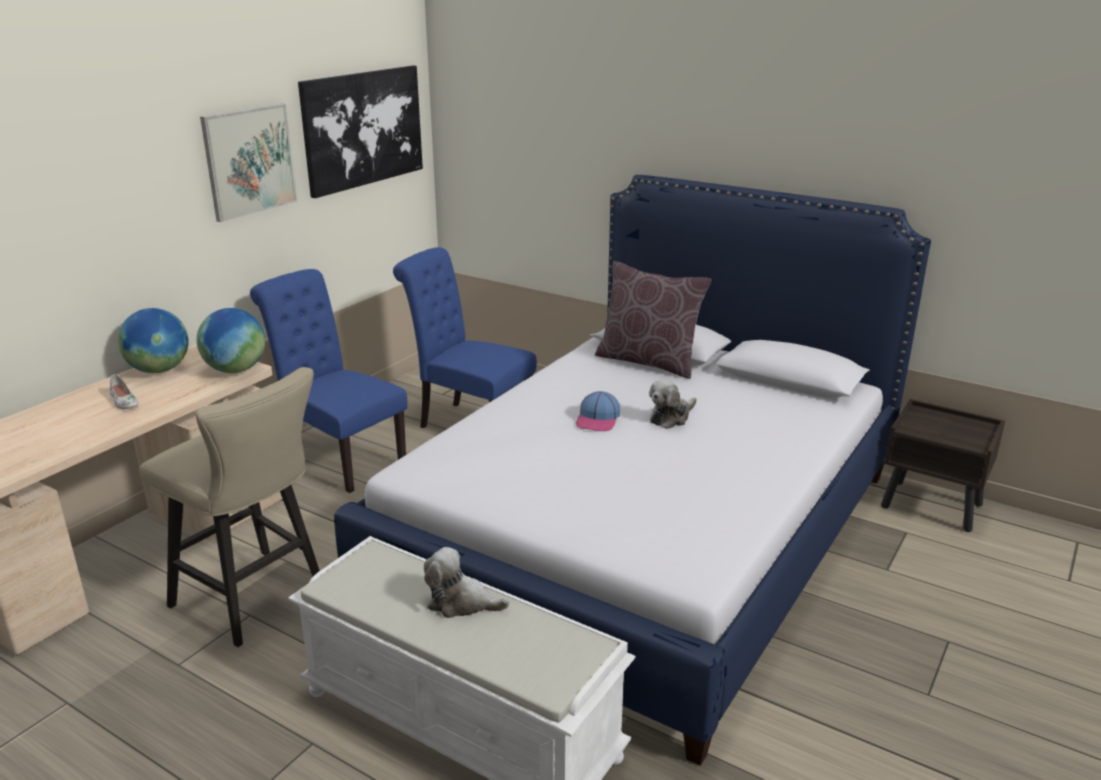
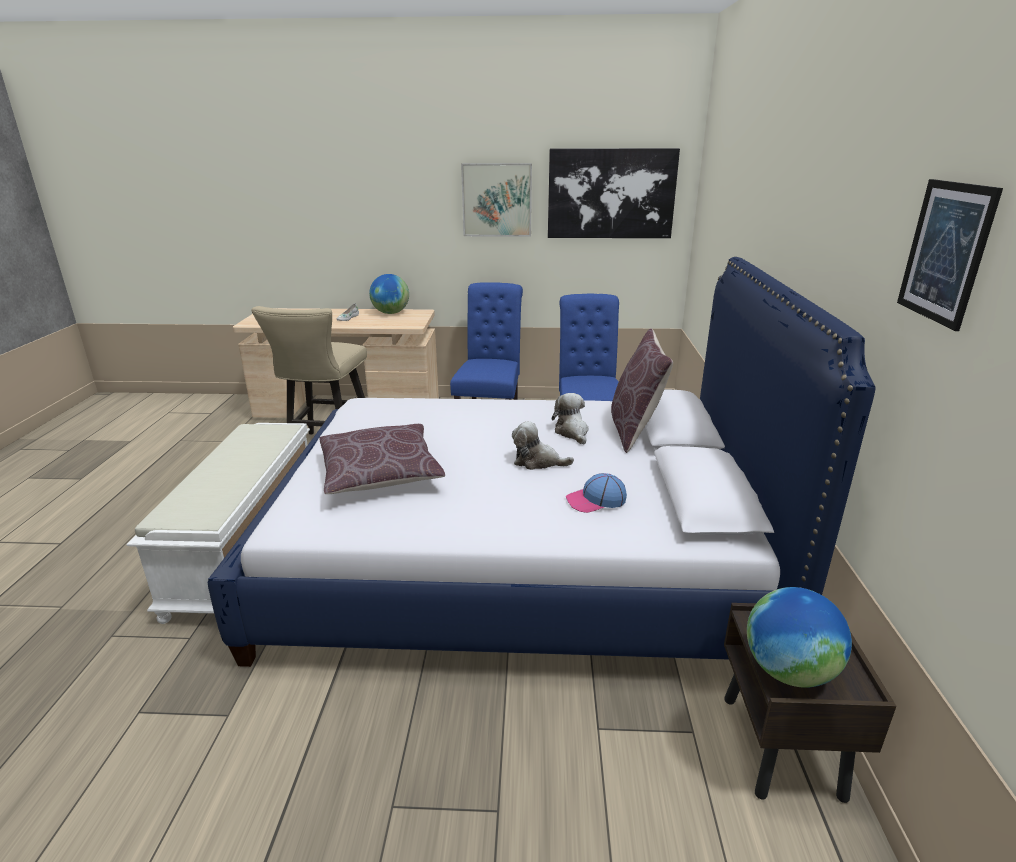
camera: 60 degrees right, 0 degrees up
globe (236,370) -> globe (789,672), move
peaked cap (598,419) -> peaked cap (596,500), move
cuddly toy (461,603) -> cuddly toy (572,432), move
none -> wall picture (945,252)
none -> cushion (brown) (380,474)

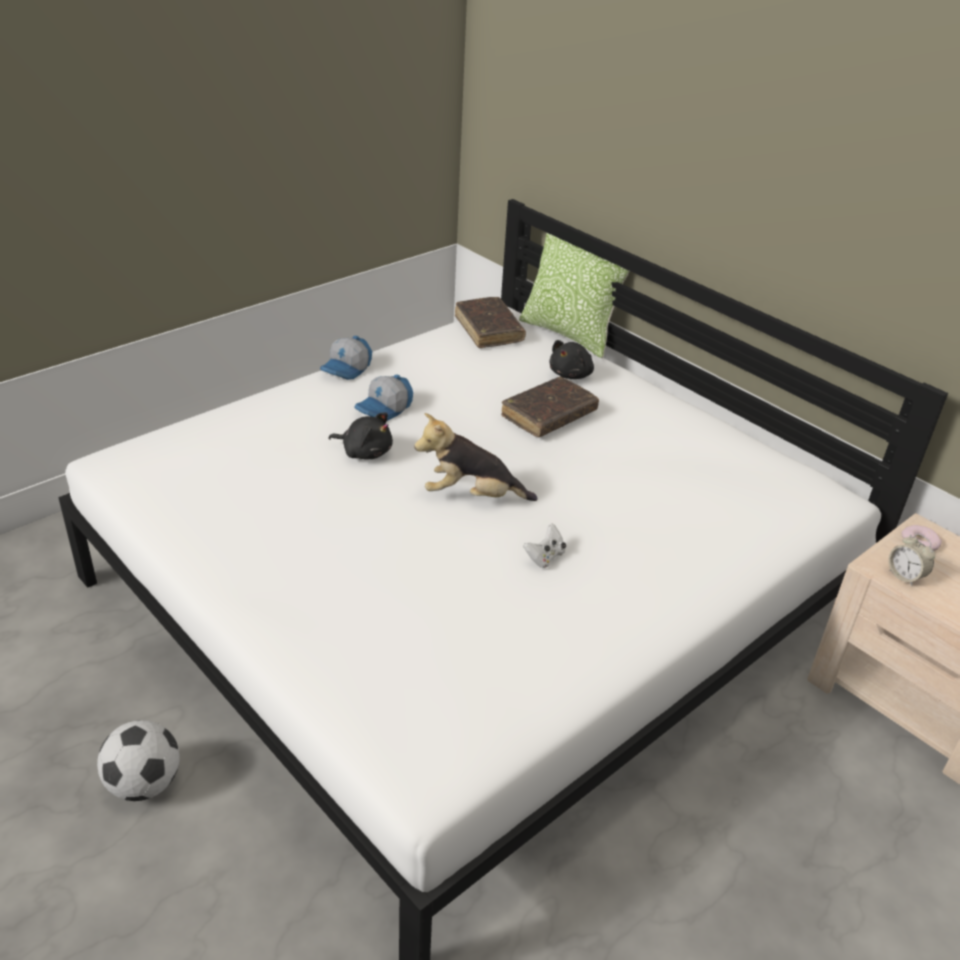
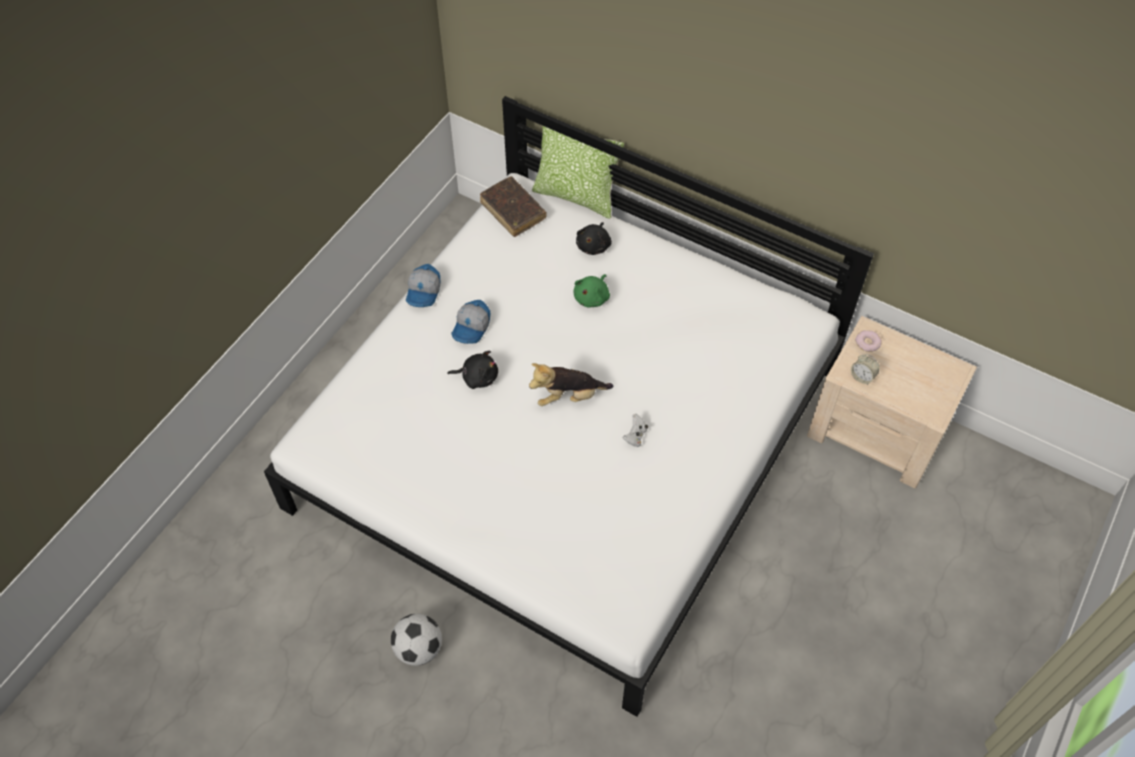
camera: 15 degrees left, 20 degrees up
bound book (brown) (549,415) -> cuddly toy (greenish) (592,297)

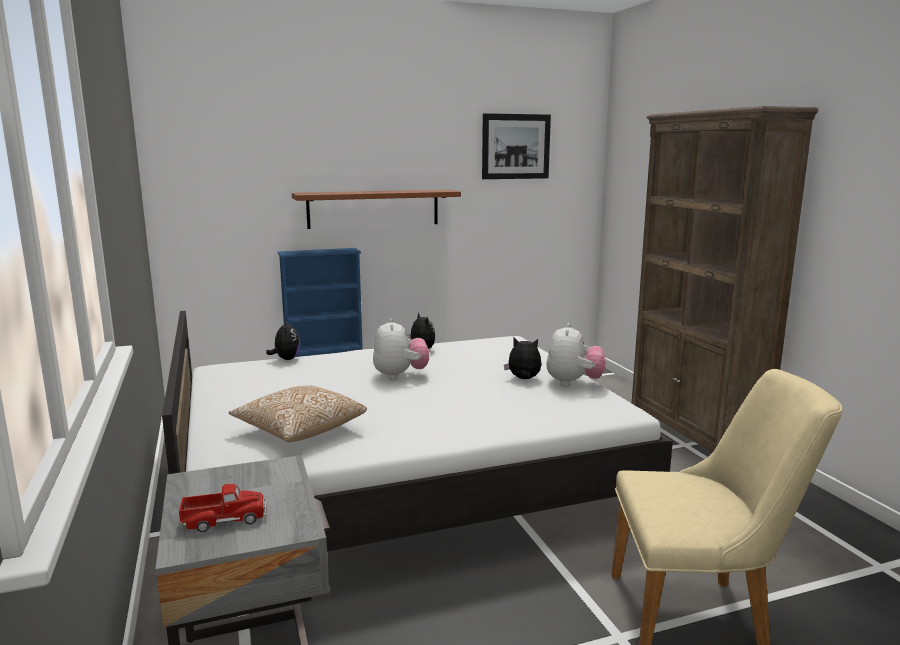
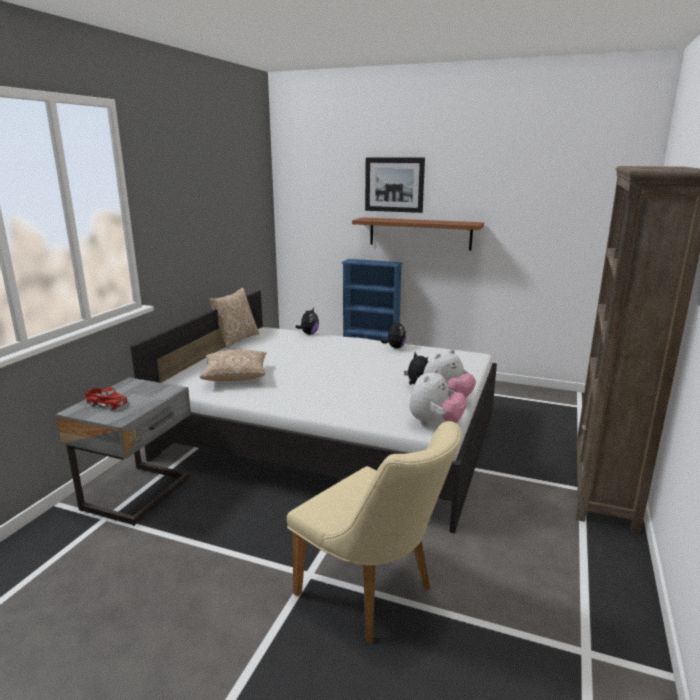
camera: 40 degrees right, 5 degrees up
wall picture (516,146) -> wall picture (394,184), move
cuddly toy (400,375) -> cuddly toy (435,423), move
none -> cushion (236,340)

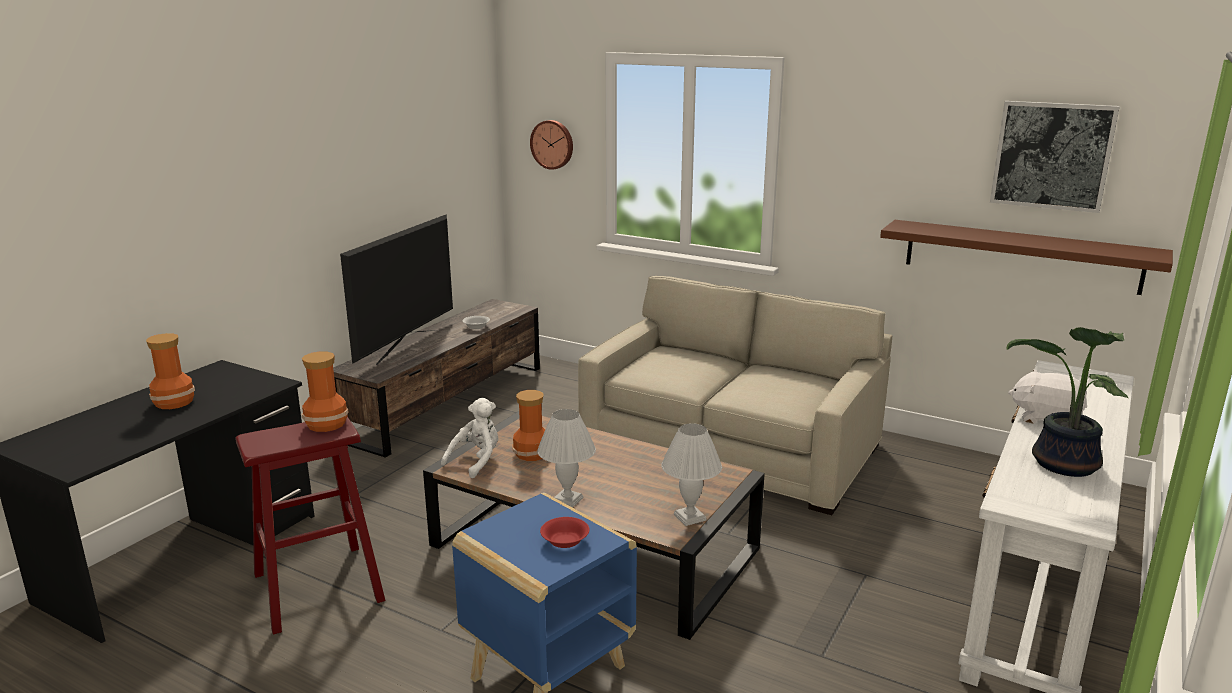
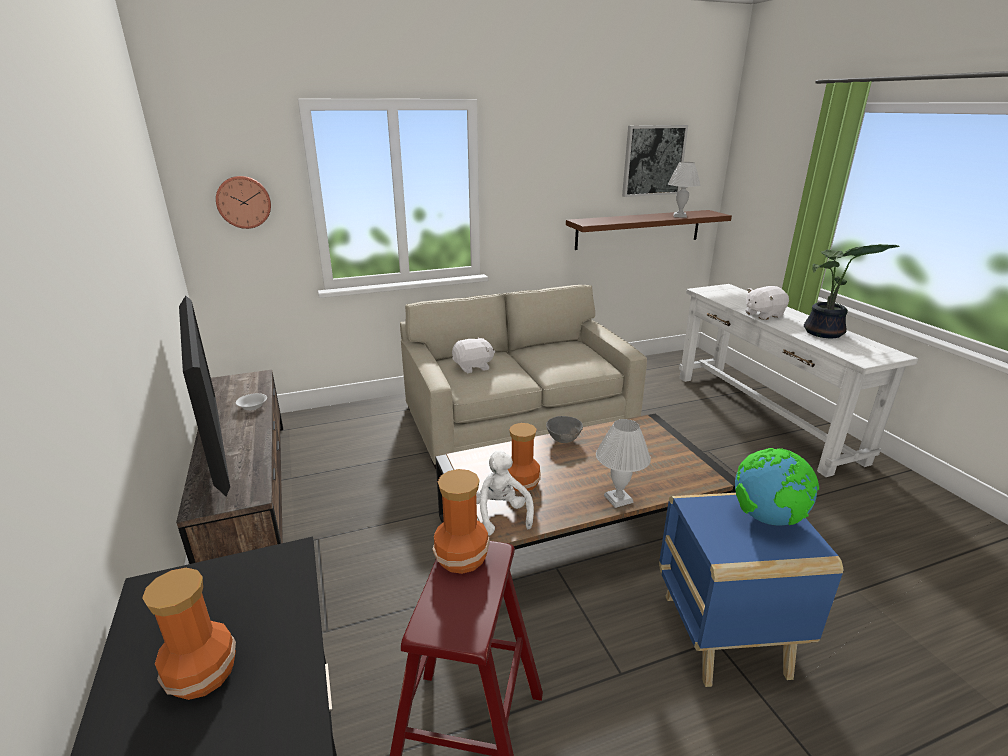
camera: 50 degrees left, 5 degrees up
lamp for a table (white) (690,517) -> lamp for a table (white) (680,216), move
deep dish (reddish) (565,542) -> globe (768,518)
none -> cuddly toy (white) (473,367)
none -> deep dish (grey) (563,440)

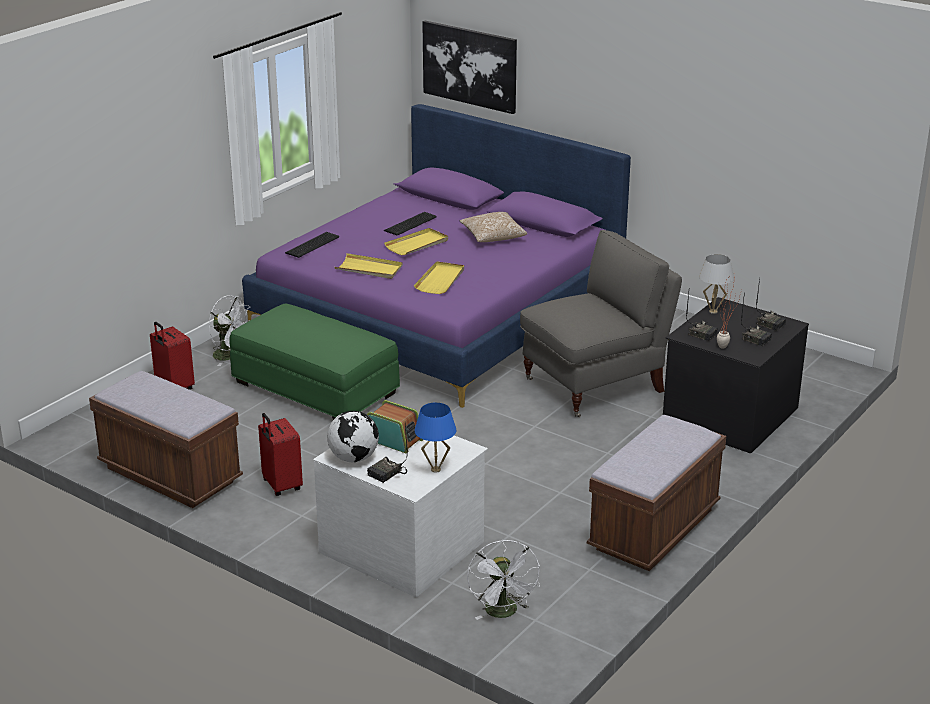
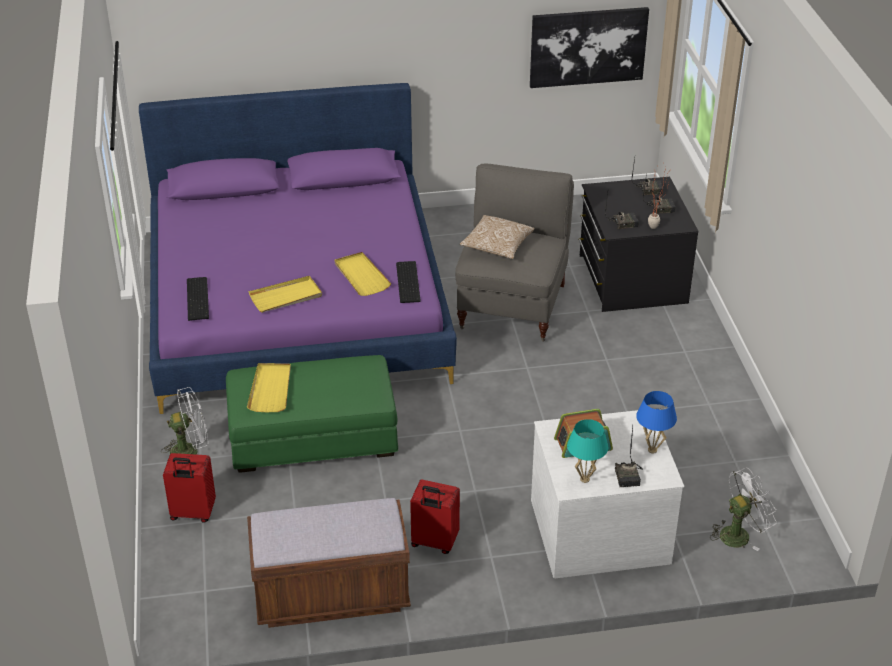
camera: 45 degrees left, 10 degrees up
wall picture (470,66) -> wall picture (588,47), move
PC keyboard (411,224) -> PC keyboard (409,281), move
cushion (492,237) -> cushion (497,246), move
serving tray (yellowish) (417,244) -> serving tray (yellowish) (270,389), move
lamp for a table (white) (713,311) -> none
globe (354,458) -> lamp for a table (blue-green) (585,479)
long seat (brown) (654,529) -> none
electric fan (white) (504,613) -> electric fan (white) (739,534), 60 degrees counterclockwise

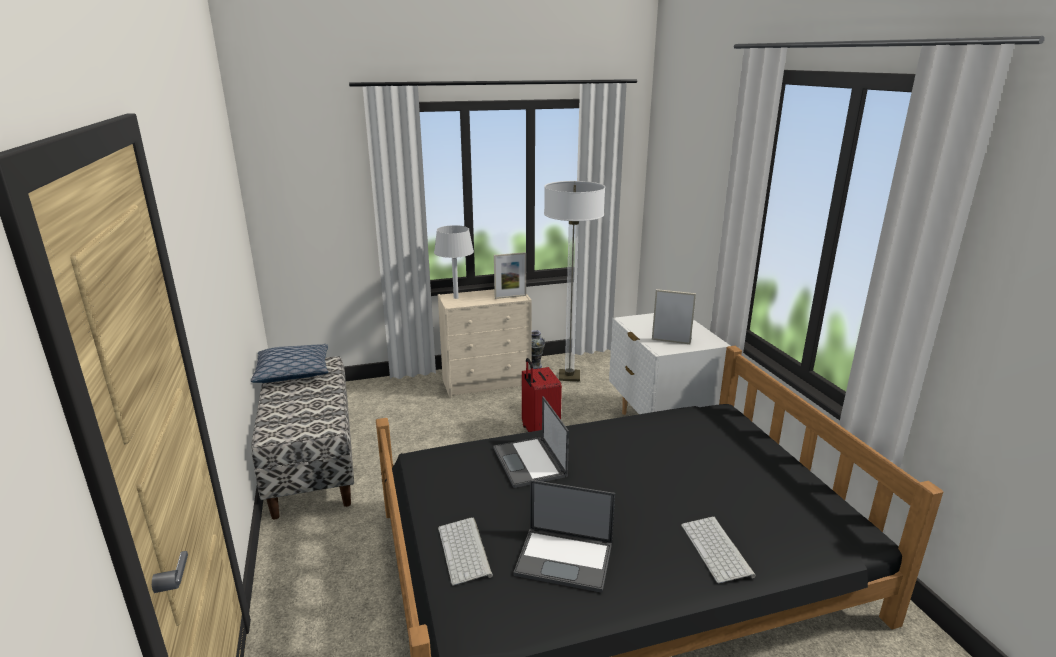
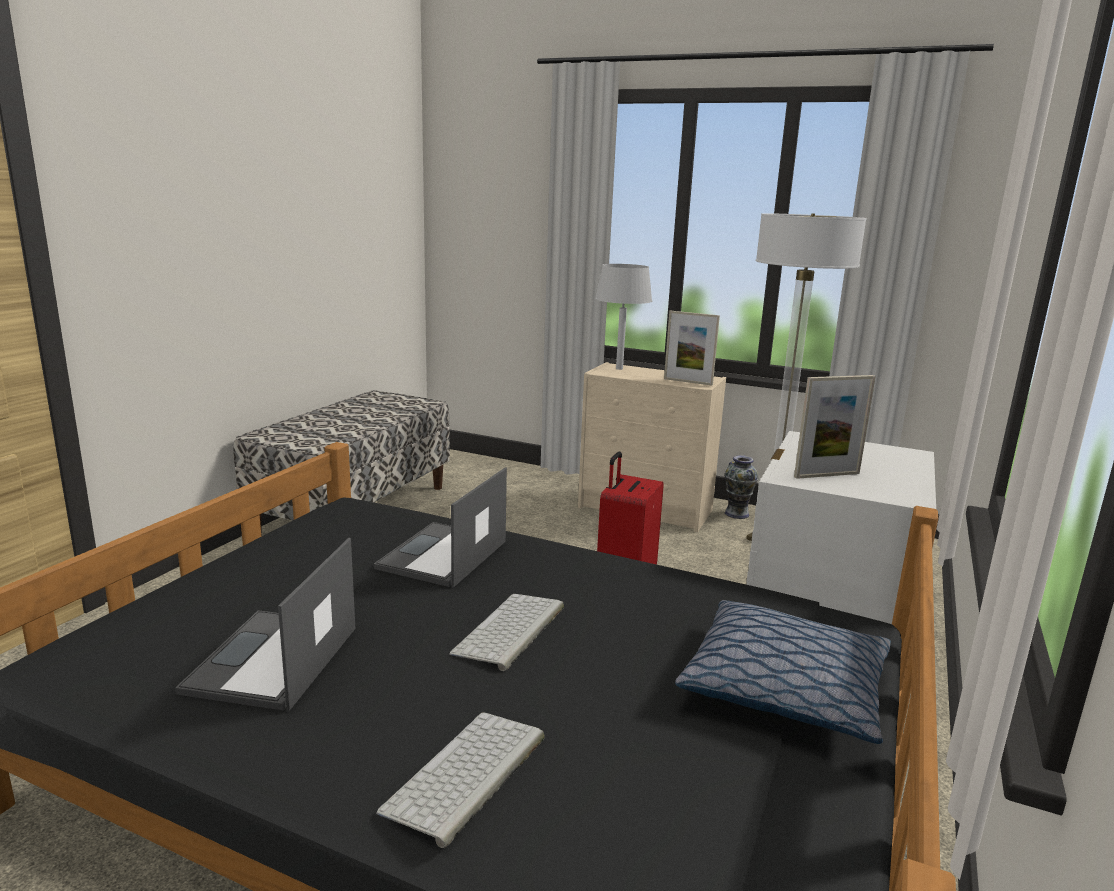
camera: 40 degrees right, 5 degrees down
photo frame (671,341) -> photo frame (827,475), 105 degrees clockwise
cushion (293,372) -> cushion (785,688), move
laptop (565,559) -> laptop (272,661), 45 degrees clockwise
PC keyboard (465,551) -> PC keyboard (510,631), move

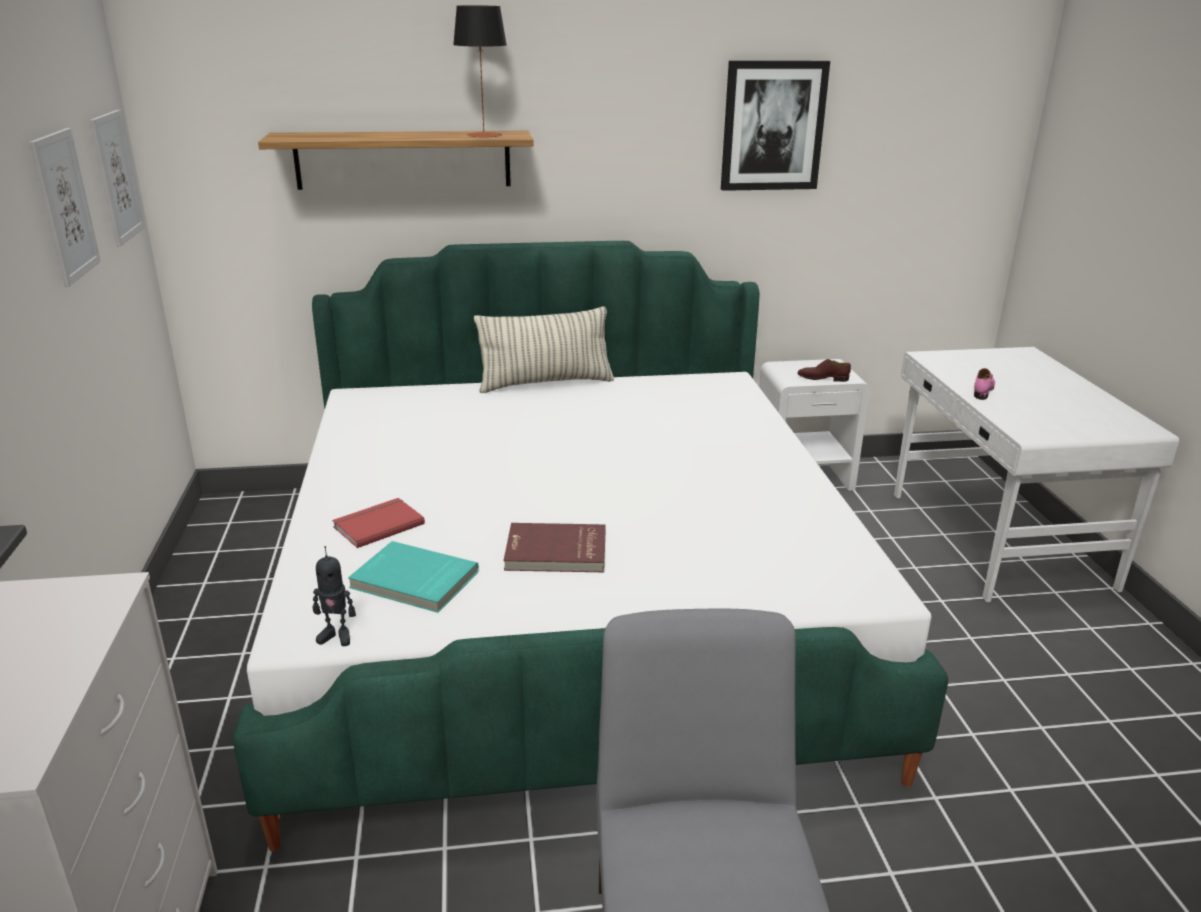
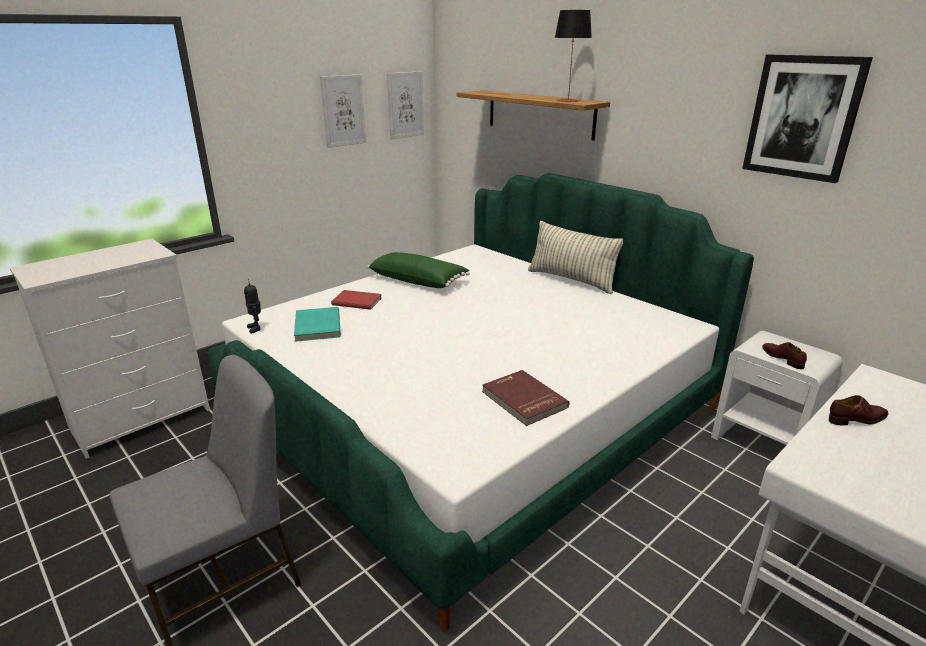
camera: 55 degrees right, 0 degrees up
item of footwear (pink) (983,390) -> item of footwear (brown) (857,419)
bound book (reddish) (556,552) -> bound book (reddish) (523,400), move
none -> cushion (greenish) (418,281)

